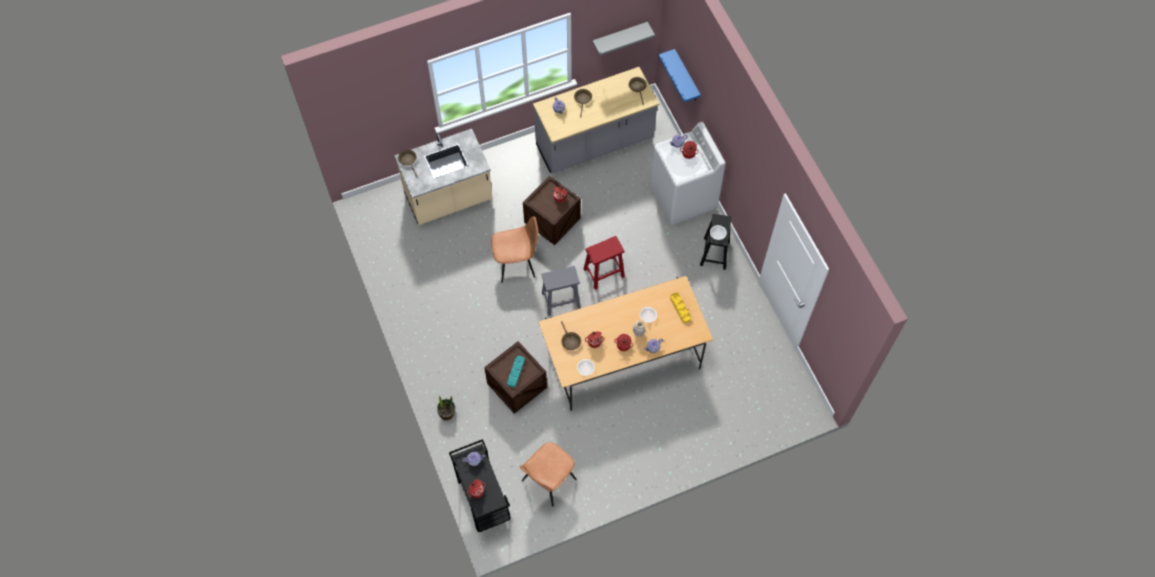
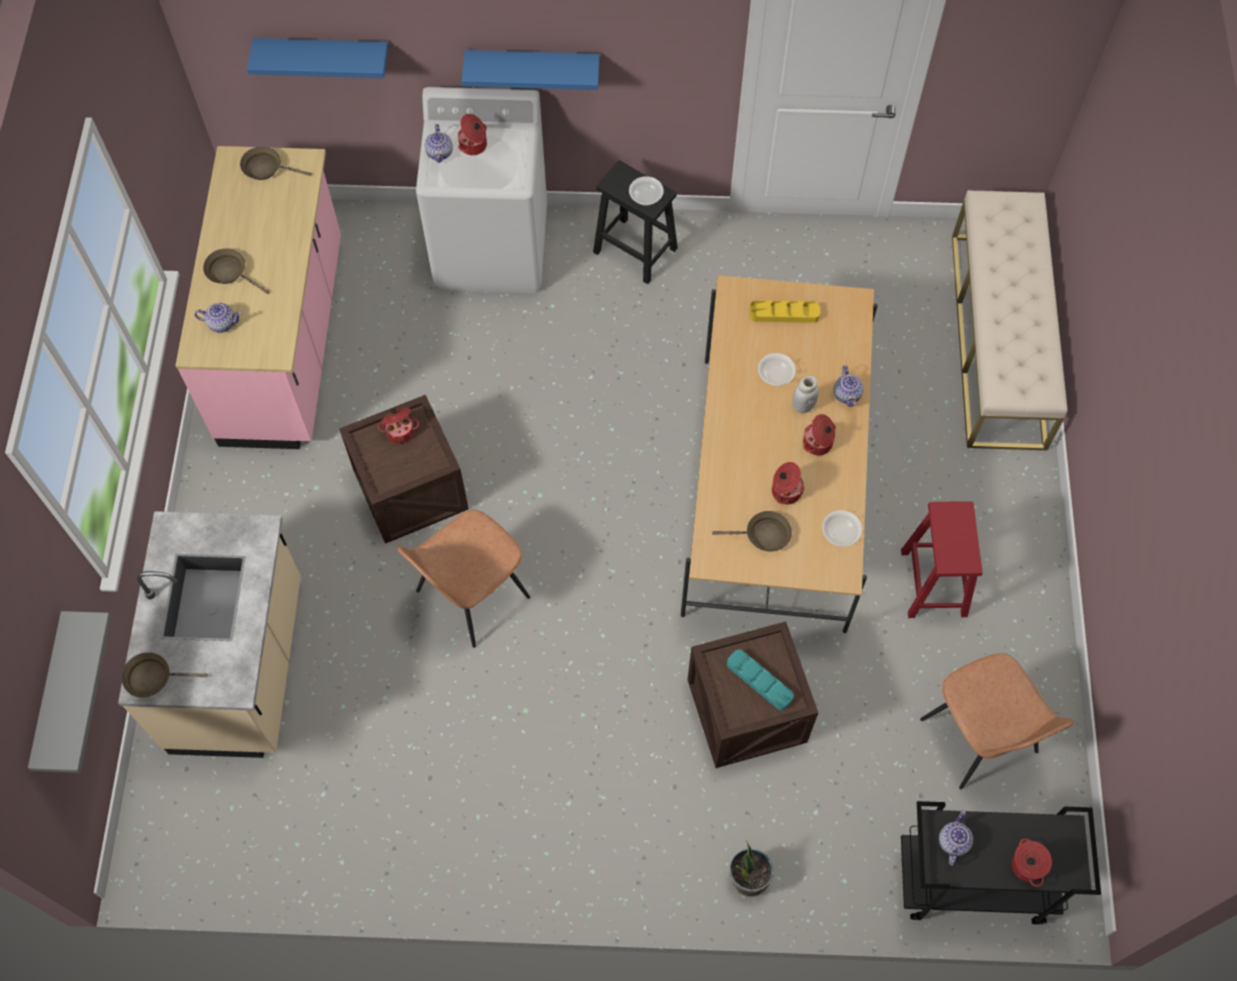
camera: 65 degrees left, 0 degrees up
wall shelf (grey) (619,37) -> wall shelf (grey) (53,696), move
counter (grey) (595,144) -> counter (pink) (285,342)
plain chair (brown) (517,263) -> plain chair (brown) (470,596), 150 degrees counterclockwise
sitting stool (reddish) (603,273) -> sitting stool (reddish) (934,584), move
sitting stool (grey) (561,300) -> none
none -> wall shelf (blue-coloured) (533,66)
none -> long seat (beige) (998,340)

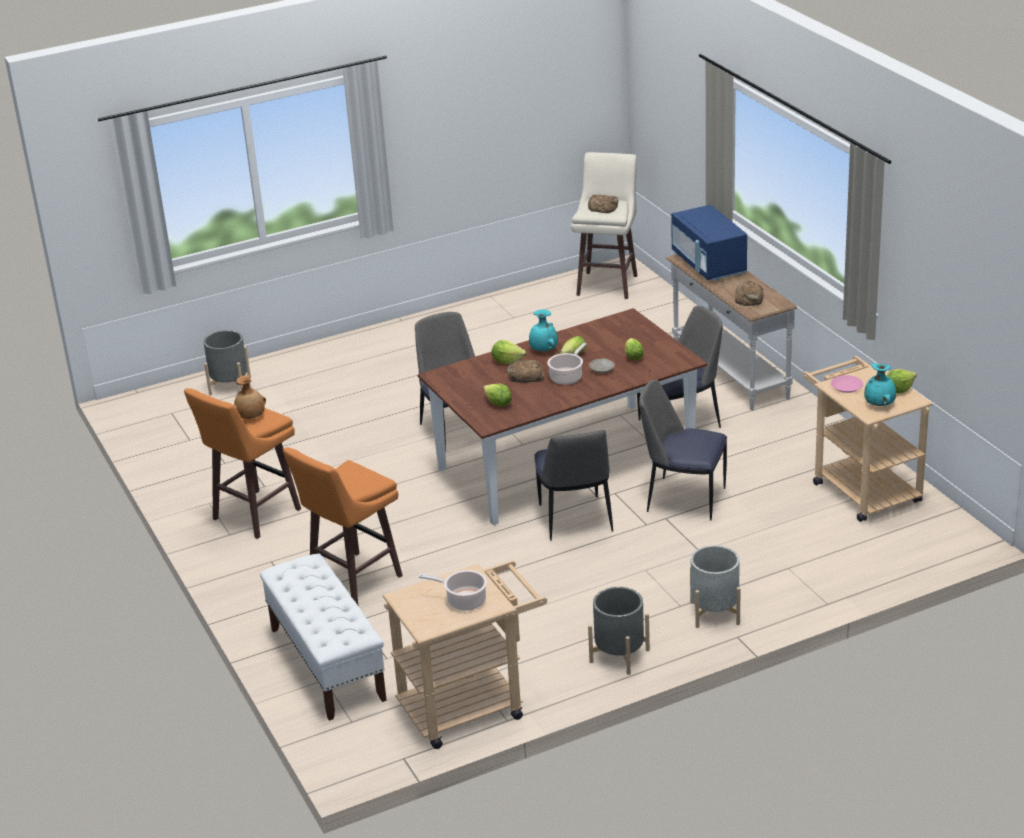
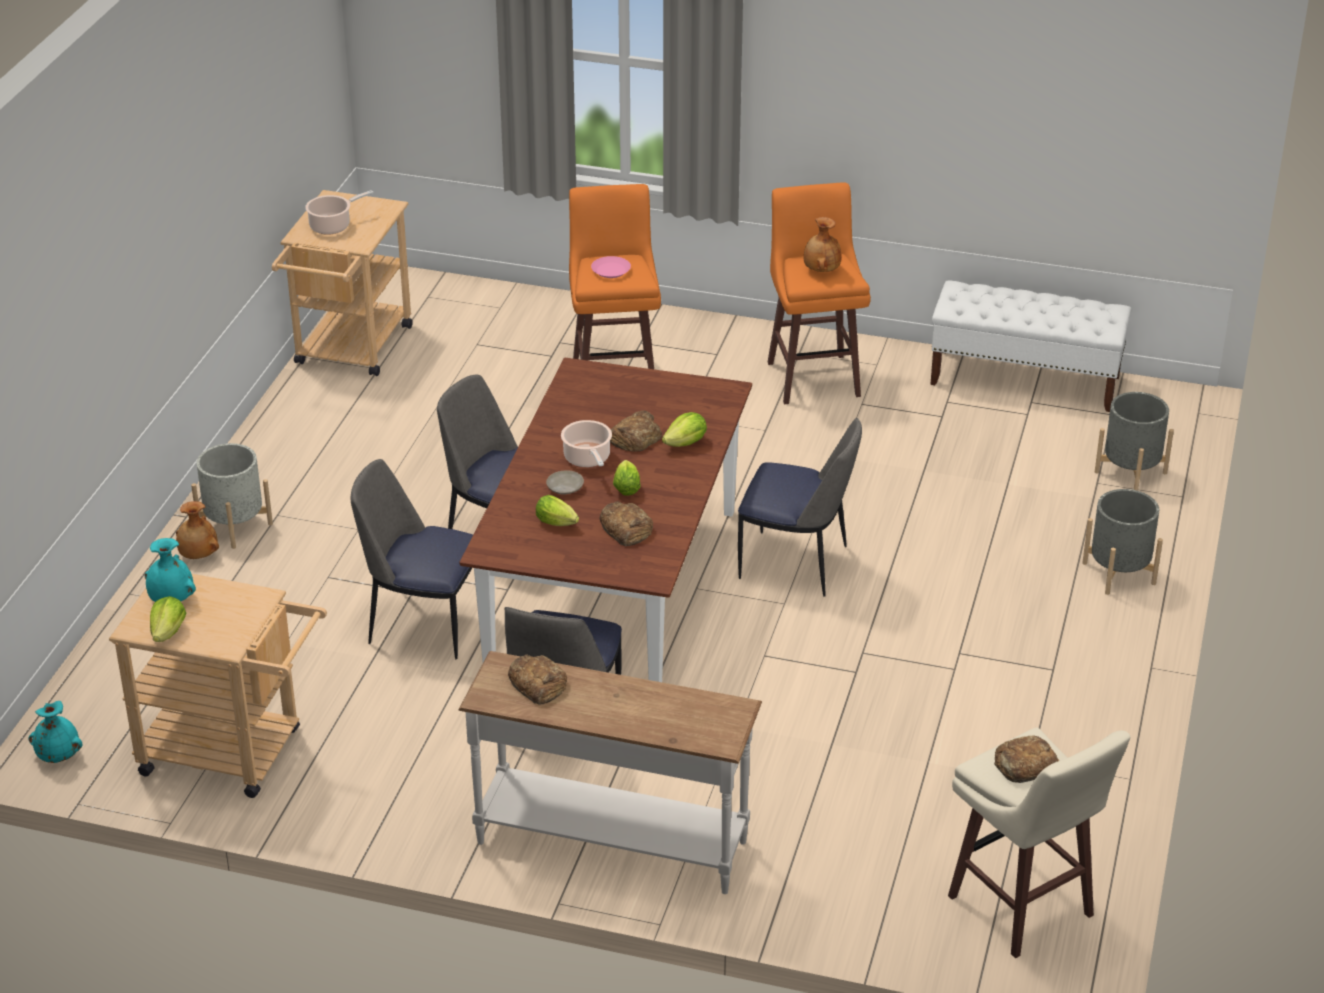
camera: 130 degrees right, 5 degrees up
kitchen microwave (blue-coloured) (708,264) -> none
vase (blue-green) (543,350) -> vase (blue-green) (59,755), move
dinner plate (pink) (847,387) -> dinner plate (pink) (610,271), move
plain chair (683,499) -> plain chair (423,624), 135 degrees counterclockwise
head of lettuce (498,404) -> none
long seat (white) (327,664) -> long seat (white) (1025,380), move
plant pot (grey) (619,656) -> plant pot (grey) (1119,573), move
none -> vase (brown) (198,555)
none -> bread (626,528)

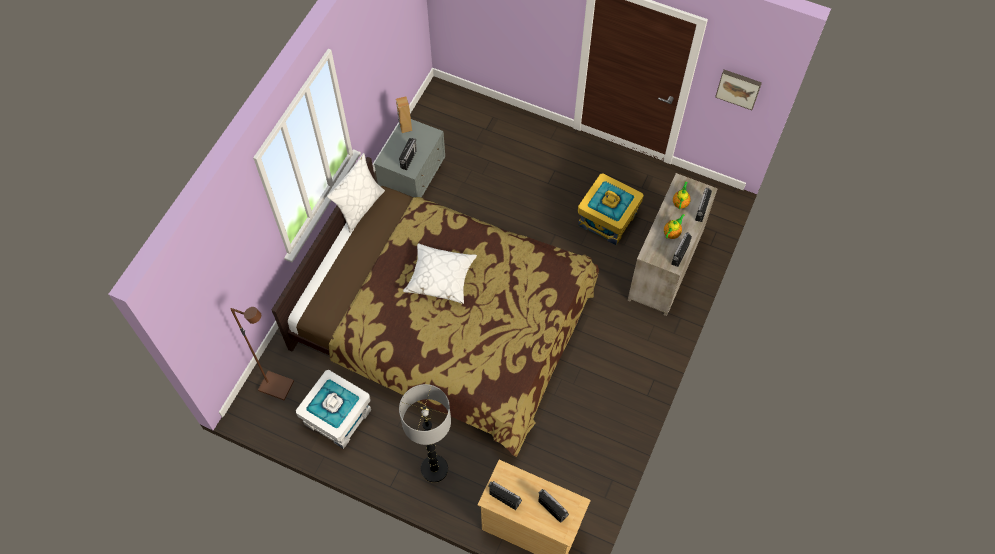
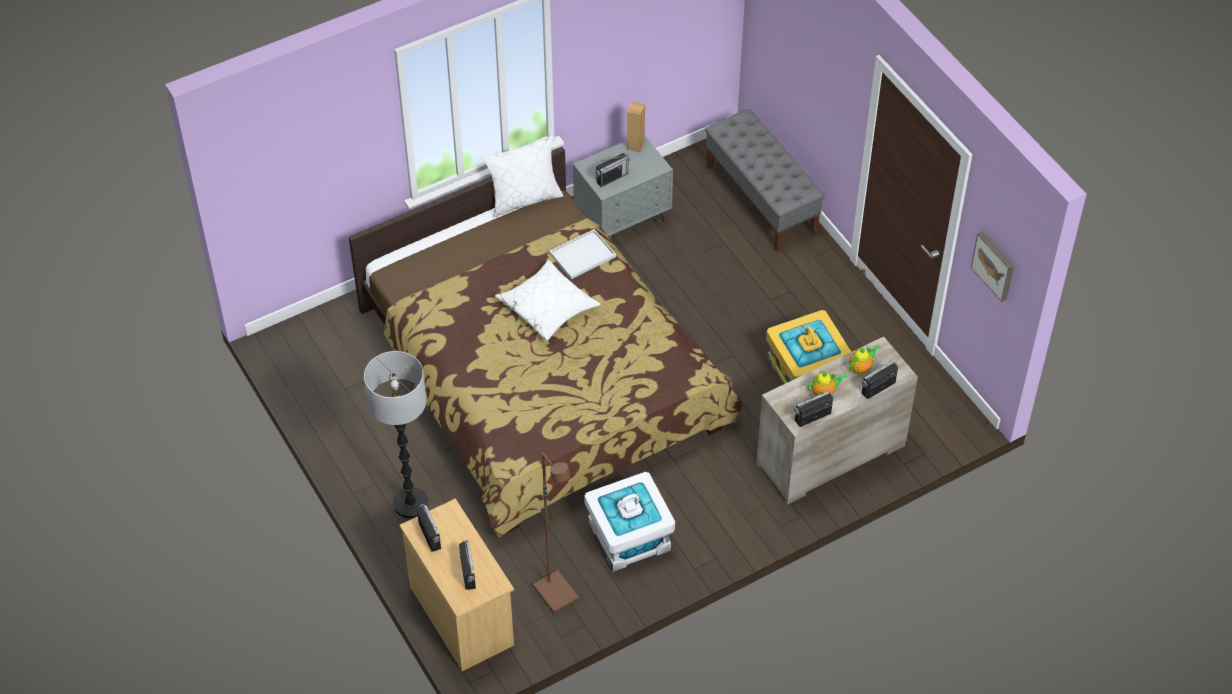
camera: 35 degrees right, 10 degrees down
floor lamp (brown) (277,385) -> floor lamp (brown) (557,593), move
storage container (white) (338,417) -> storage container (white) (629,537), move
none -> long seat (grey) (761,200)
none -> serving tray (white) (582,256)

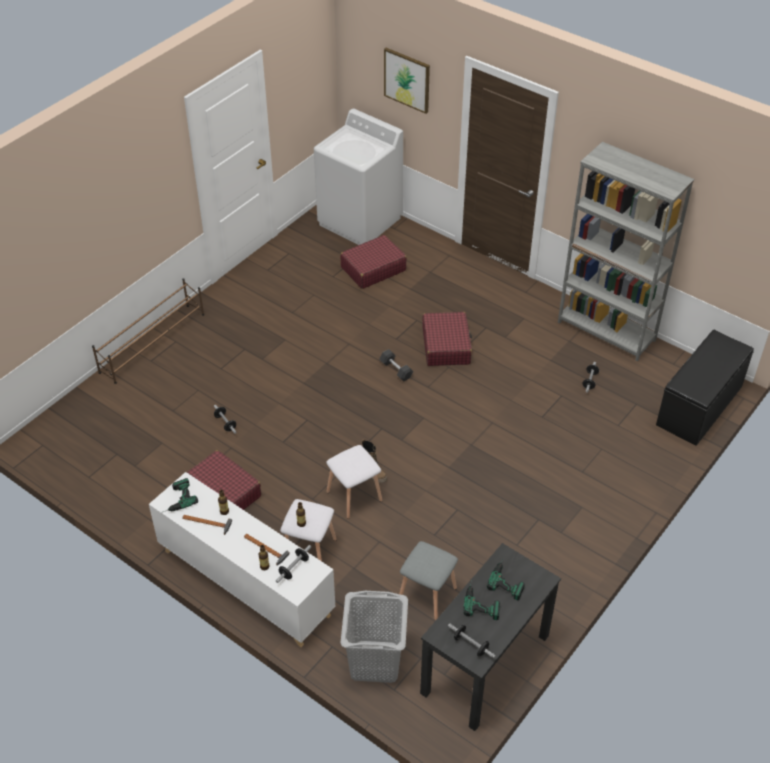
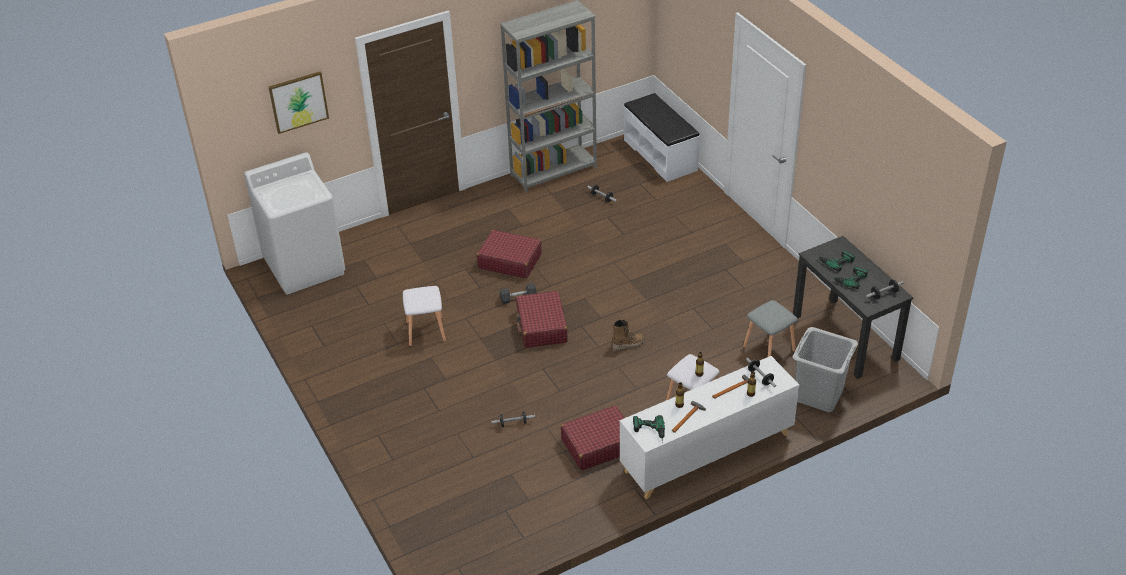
camera: 65 degrees left, 5 degrees down
travel case (reddish) (373,269) -> travel case (reddish) (541,327), move
shoe rack (brown) (153,343) -> none
long seat (black-coloured) (700,406) -> long seat (white) (660,155)
sitting stool (white) (354,495) -> sitting stool (white) (425,331), move

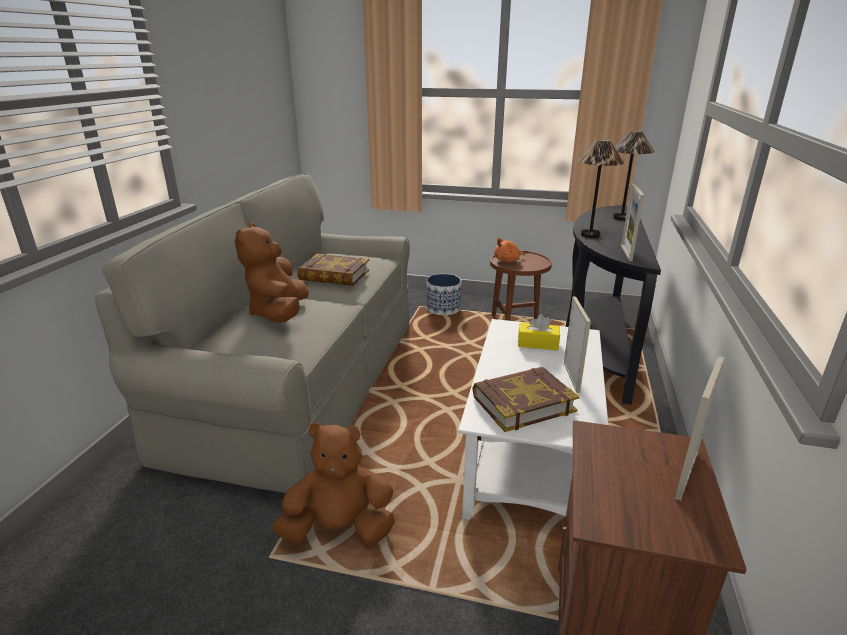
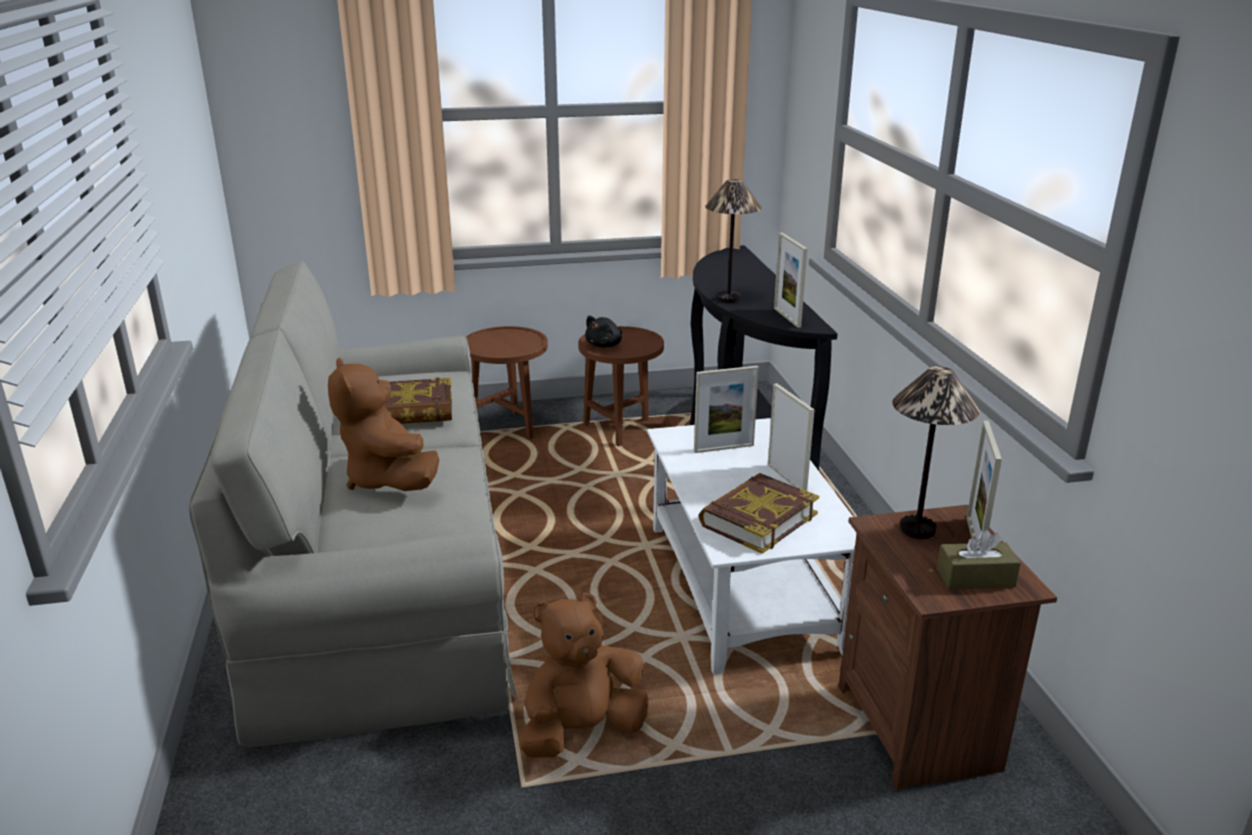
camera: 25 degrees left, 0 degrees up
lamp for a table (621,218) -> lamp for a table (917,529), move
cuddly toy (orange) (508,261) -> cuddly toy (black-coloured) (605,345)
plant pot (443,309) -> end table (brown) (509,429)
box of tissues (yellowish) (538,343) -> photo frame (724,448)
none -> box of tissues (brown) (975,578)

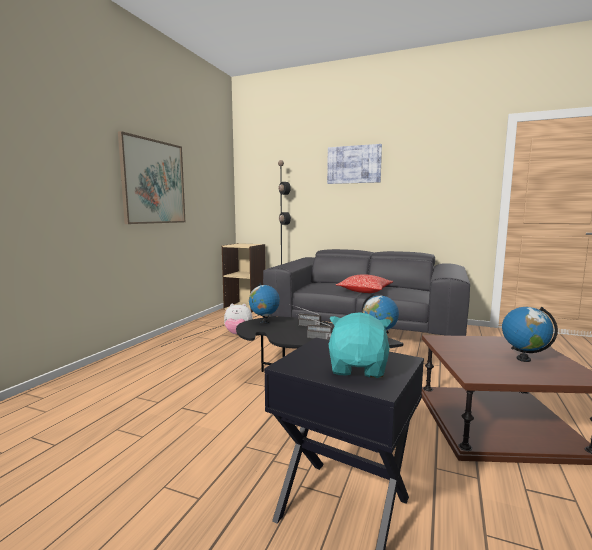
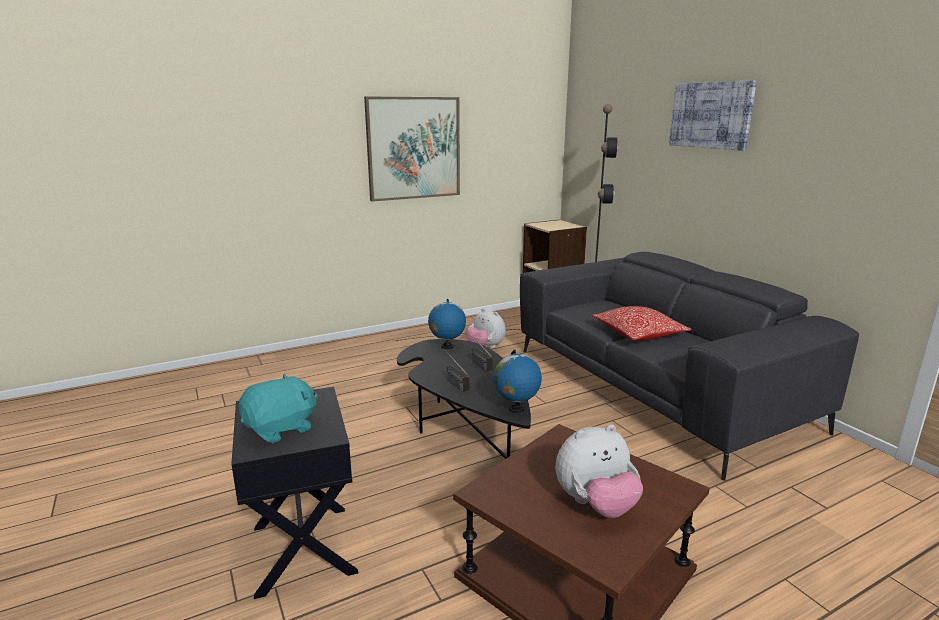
camera: 40 degrees right, 10 degrees up
globe (523,359) -> cuddly toy (595,505)

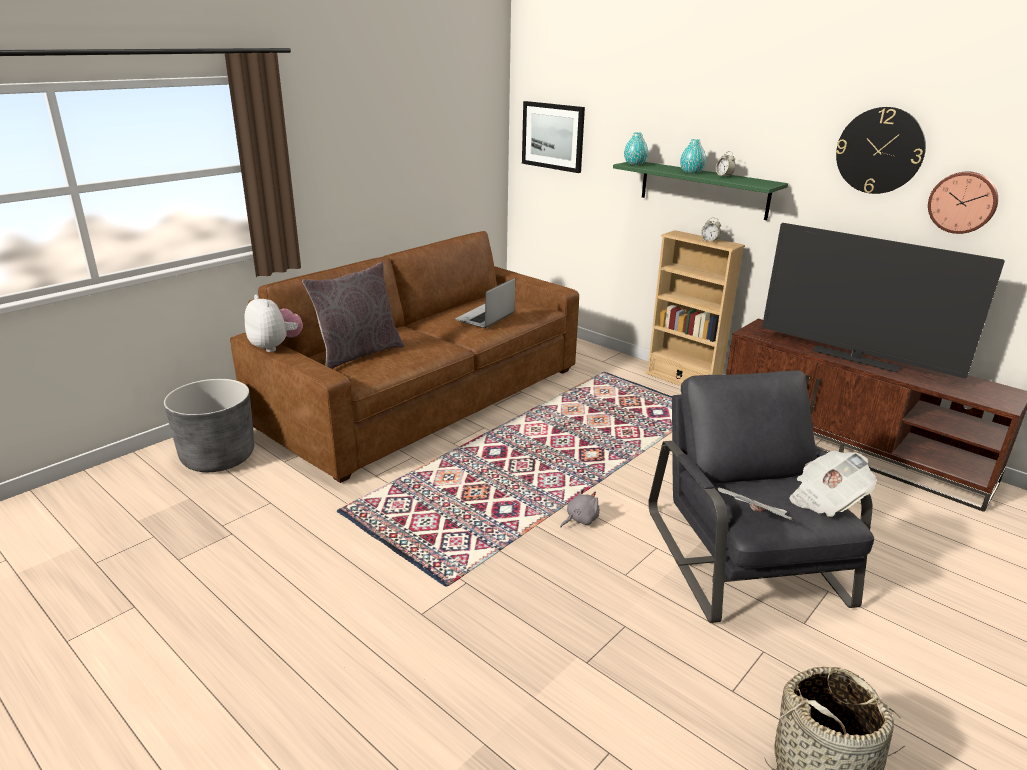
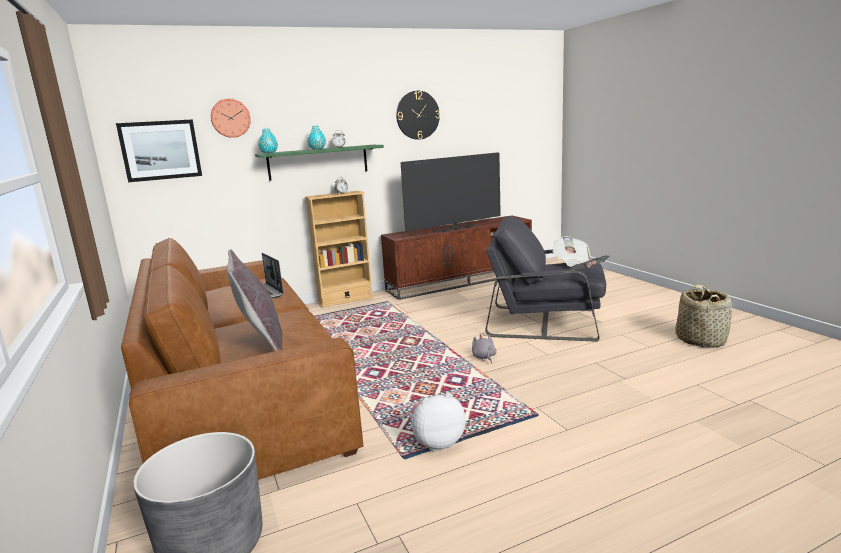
camera: 65 degrees left, 10 degrees down
hanging clock (963,202) -> hanging clock (230,118), move
cuddly toy (275,346) -> cuddly toy (437,443), move

